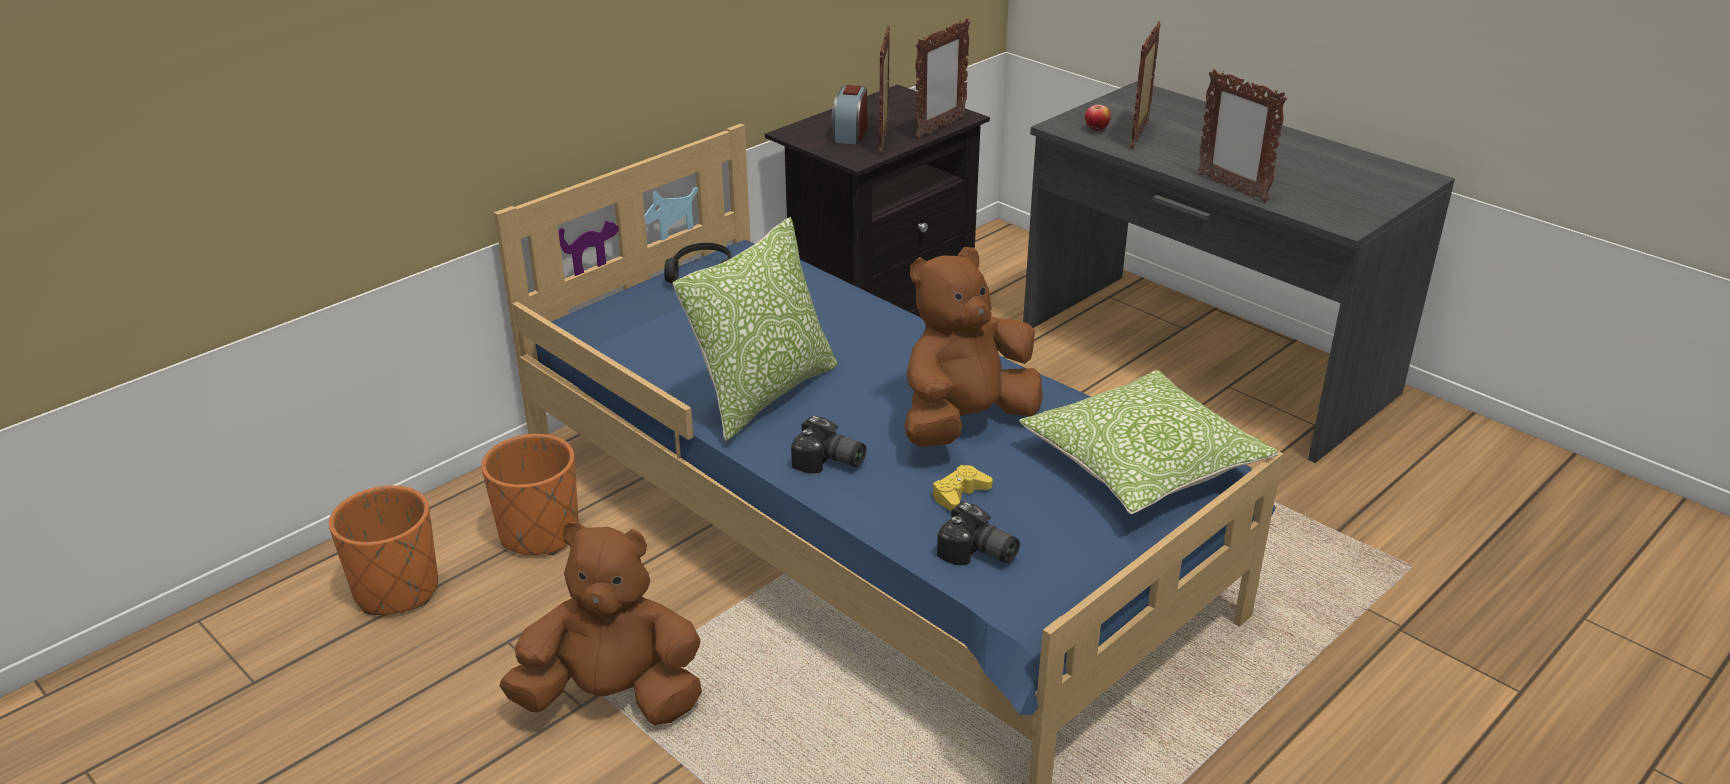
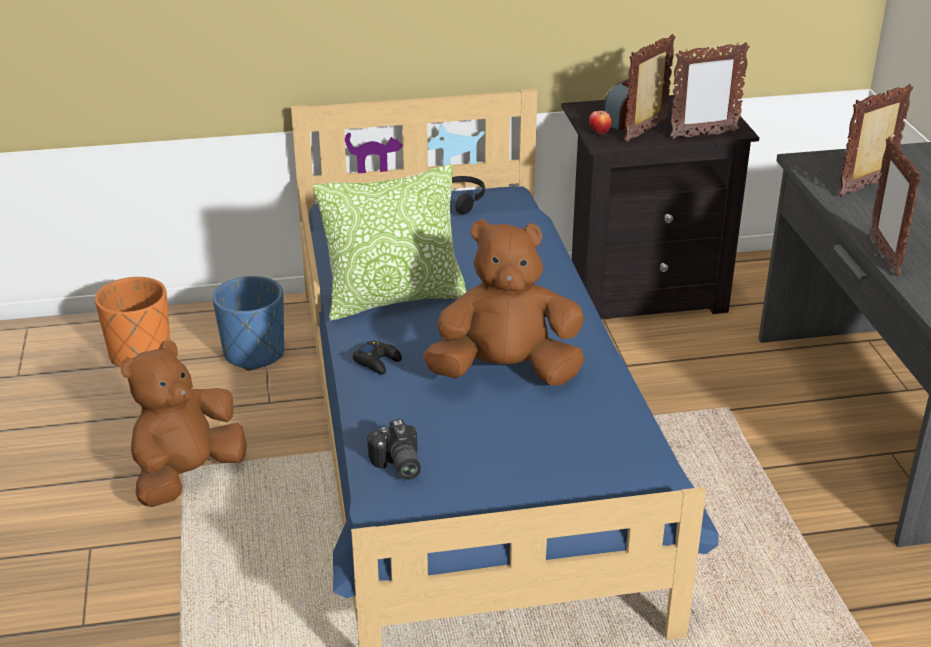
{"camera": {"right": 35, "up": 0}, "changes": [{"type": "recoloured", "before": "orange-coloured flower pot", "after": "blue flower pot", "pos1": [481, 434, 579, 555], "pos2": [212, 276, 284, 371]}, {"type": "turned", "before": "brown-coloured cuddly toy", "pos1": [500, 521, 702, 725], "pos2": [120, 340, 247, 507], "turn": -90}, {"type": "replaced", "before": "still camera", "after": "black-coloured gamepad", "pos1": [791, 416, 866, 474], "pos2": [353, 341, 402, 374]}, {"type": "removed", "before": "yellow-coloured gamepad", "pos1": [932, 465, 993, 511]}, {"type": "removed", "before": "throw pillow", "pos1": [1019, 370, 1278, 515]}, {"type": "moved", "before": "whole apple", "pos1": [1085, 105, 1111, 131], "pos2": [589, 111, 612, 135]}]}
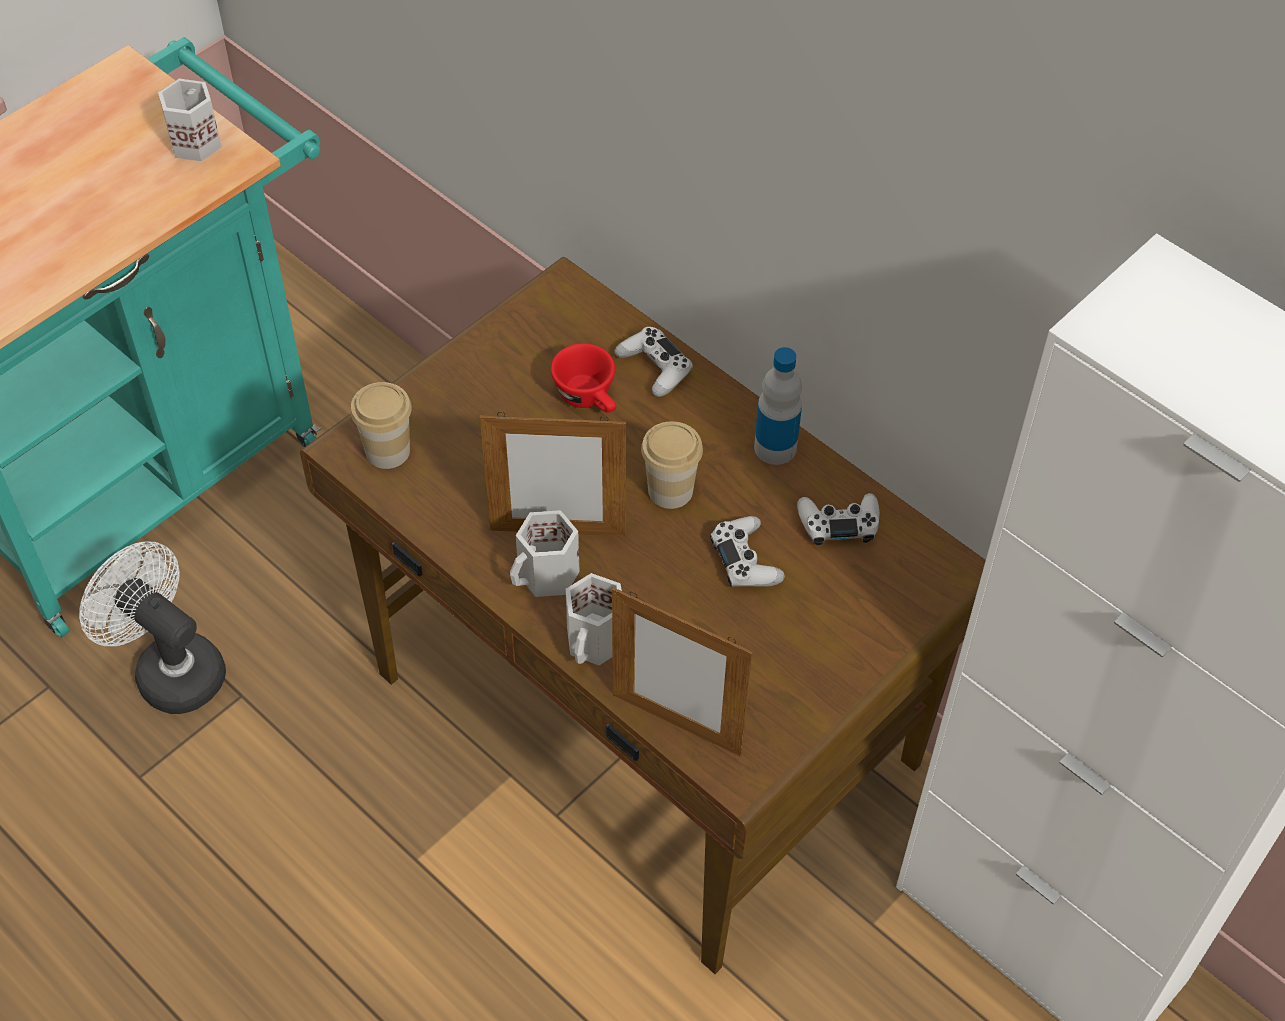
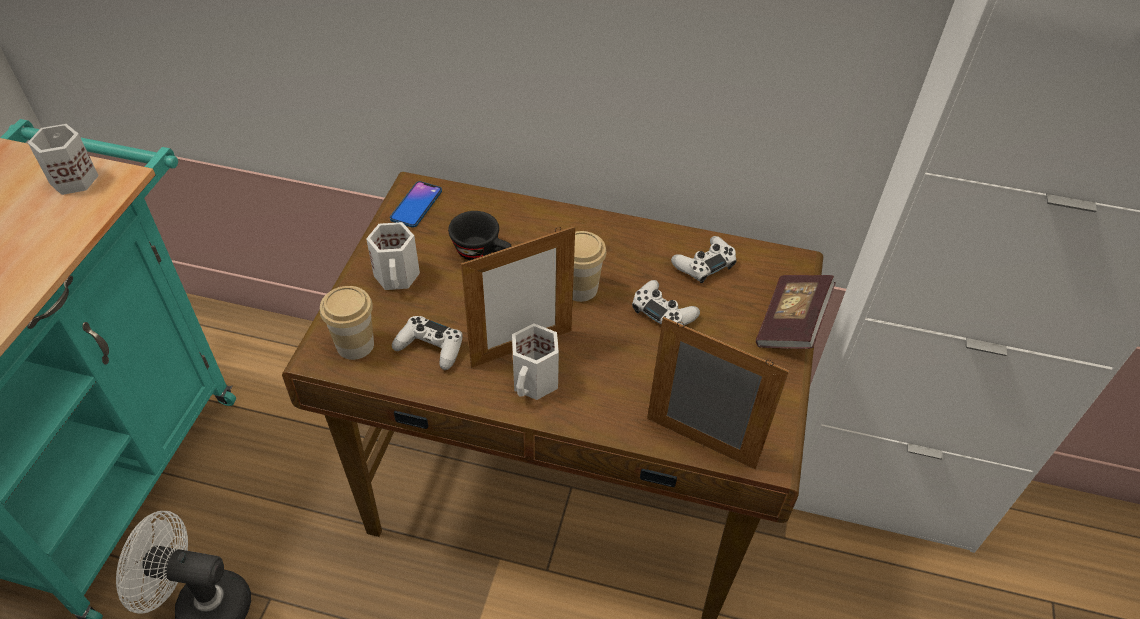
{"camera": {"right": -30, "up": -5}, "changes": [{"type": "recoloured", "before": "reddish small cup", "after": "black-coloured small cup", "pos1": [551, 343, 616, 413], "pos2": [448, 211, 512, 260]}, {"type": "moved", "before": "whitish mug", "pos1": [565, 573, 622, 665], "pos2": [366, 222, 420, 290]}, {"type": "turned", "before": "photo frame", "pos1": [612, 587, 753, 757], "pos2": [647, 317, 789, 470], "turn": -150}, {"type": "moved", "before": "whitish gamepad", "pos1": [615, 327, 693, 397], "pos2": [392, 316, 463, 370]}, {"type": "removed", "before": "beverage bottle", "pos1": [754, 347, 802, 465]}, {"type": "added", "after": "handset", "pos2": [390, 181, 442, 228]}, {"type": "added", "after": "volume", "pos2": [756, 275, 836, 349]}]}
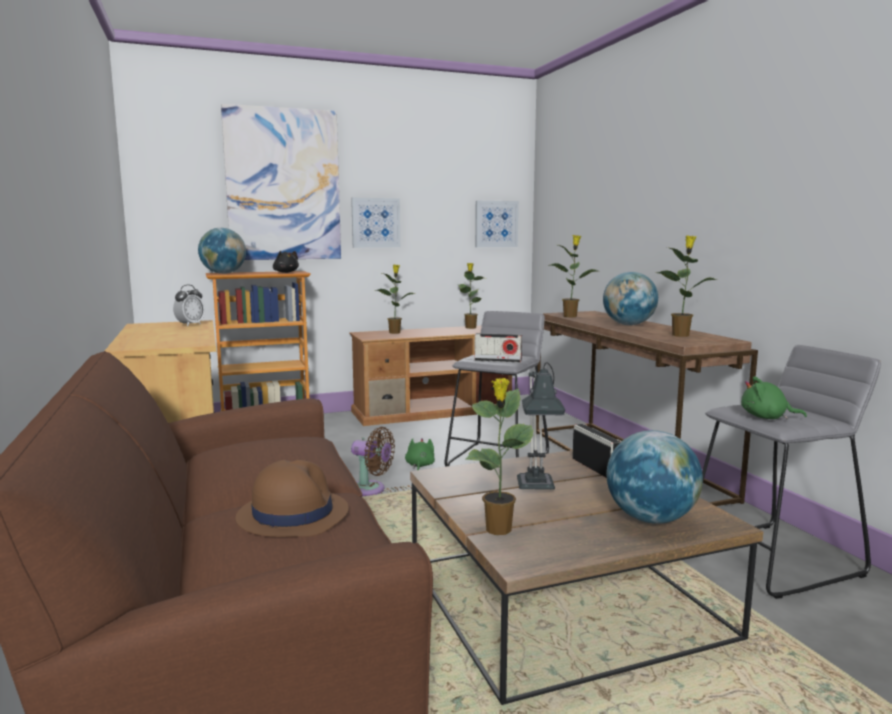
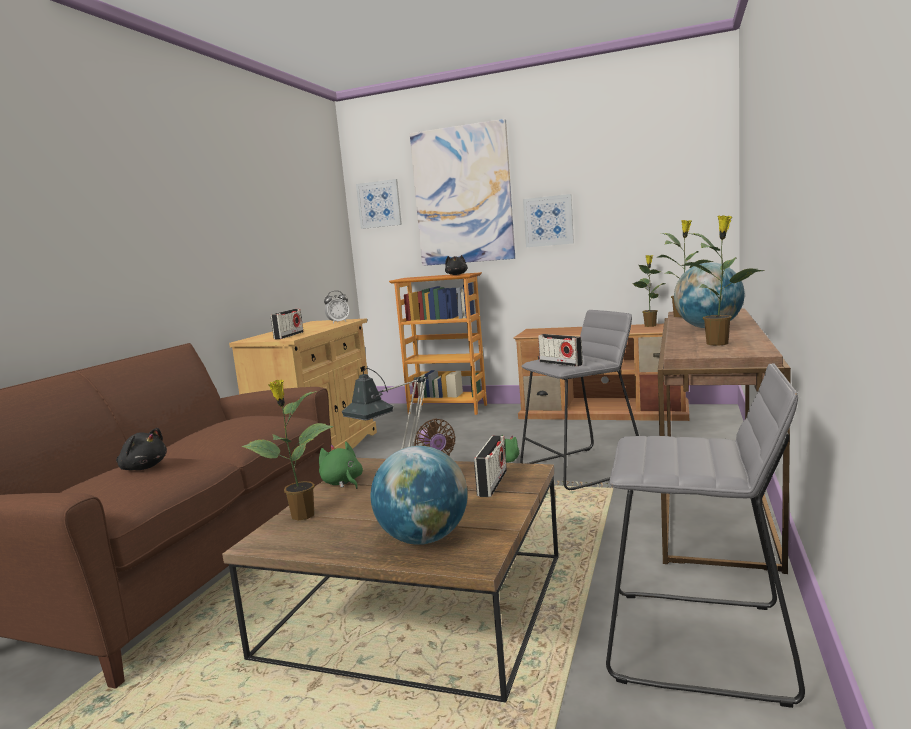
{"camera": {"right": 40, "up": 0}, "changes": [{"type": "removed", "before": "desk globe", "pos1": [198, 228, 246, 274]}, {"type": "replaced", "before": "brown-coloured clothing hat", "after": "black-coloured cuddly toy", "pos1": [236, 460, 349, 537], "pos2": [116, 428, 167, 470]}, {"type": "removed", "before": "potted plant", "pos1": [374, 265, 414, 334]}, {"type": "moved", "before": "wall picture", "pos1": [475, 201, 519, 247], "pos2": [356, 179, 402, 229]}, {"type": "moved", "before": "greenish cuddly toy", "pos1": [741, 377, 807, 420], "pos2": [319, 442, 363, 489]}, {"type": "added", "after": "radio receiver", "pos2": [271, 309, 303, 339]}]}
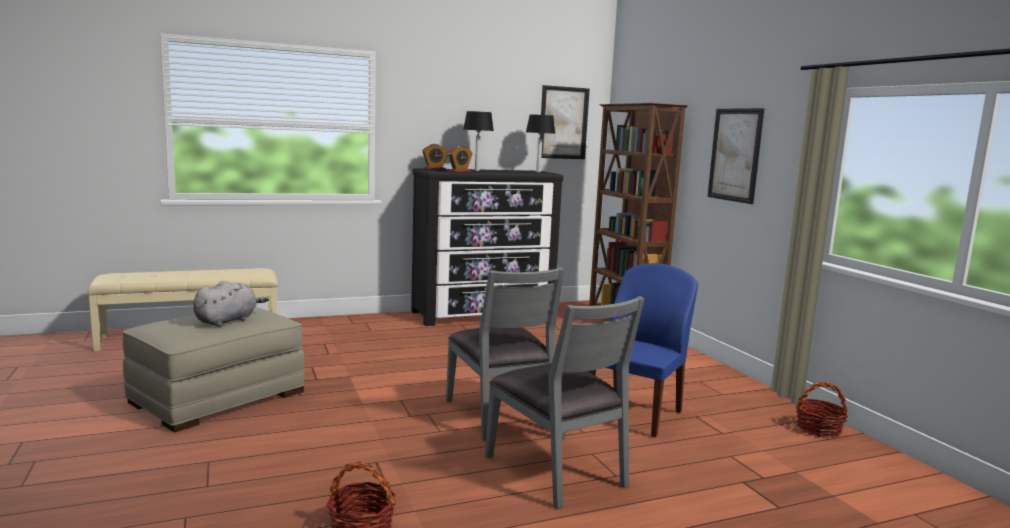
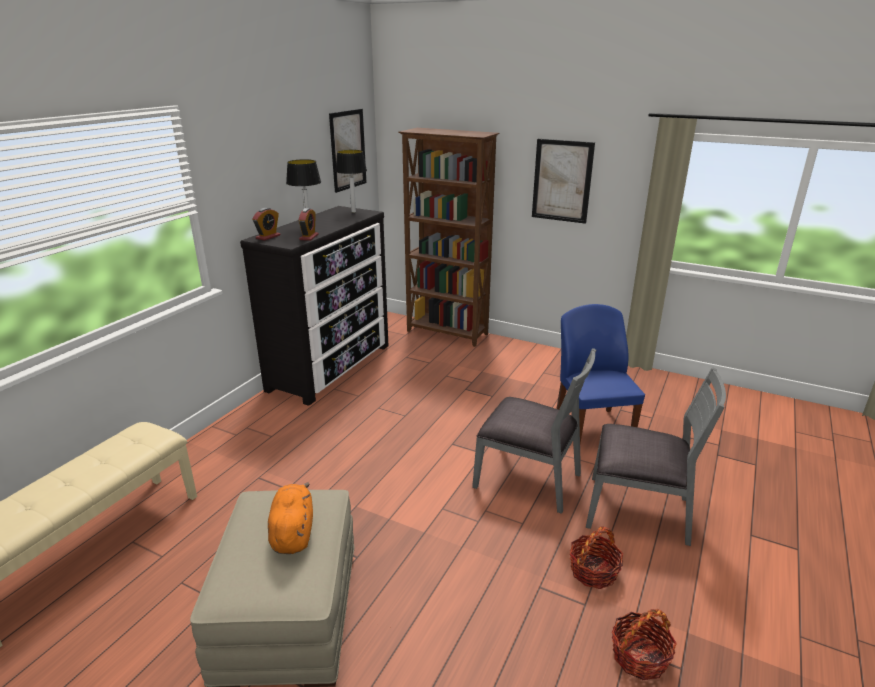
{"camera": {"right": -40, "up": 15}, "changes": [{"type": "recoloured", "before": "greyish cuddly toy", "after": "orange-coloured cuddly toy", "pos1": [193, 281, 269, 327], "pos2": [268, 483, 313, 554]}, {"type": "moved", "before": "storage basket", "pos1": [796, 381, 848, 438], "pos2": [570, 526, 623, 589]}]}
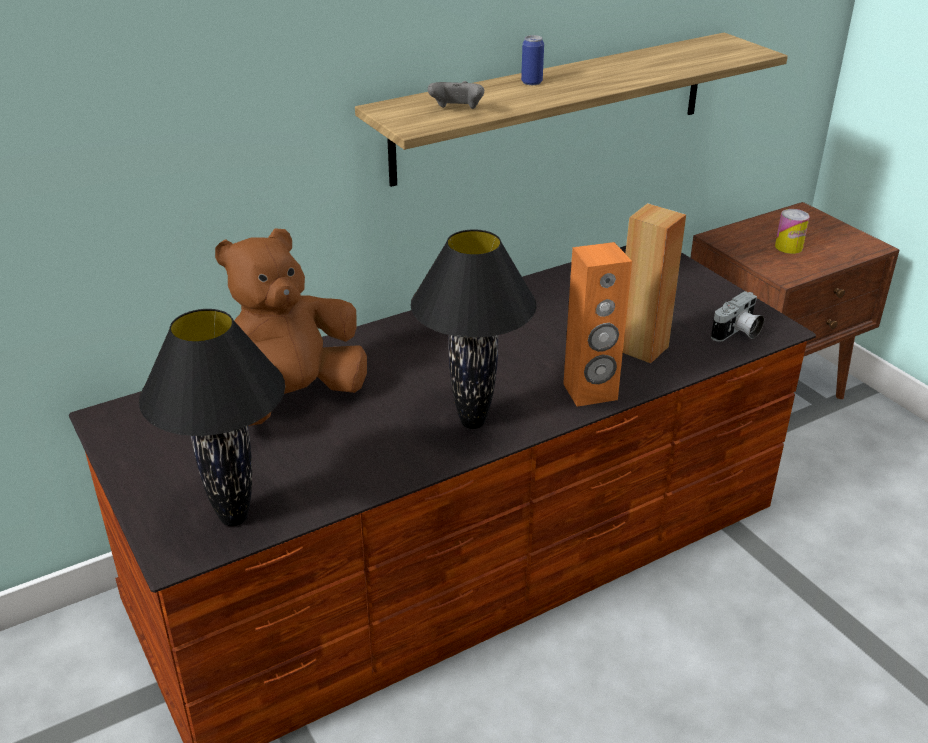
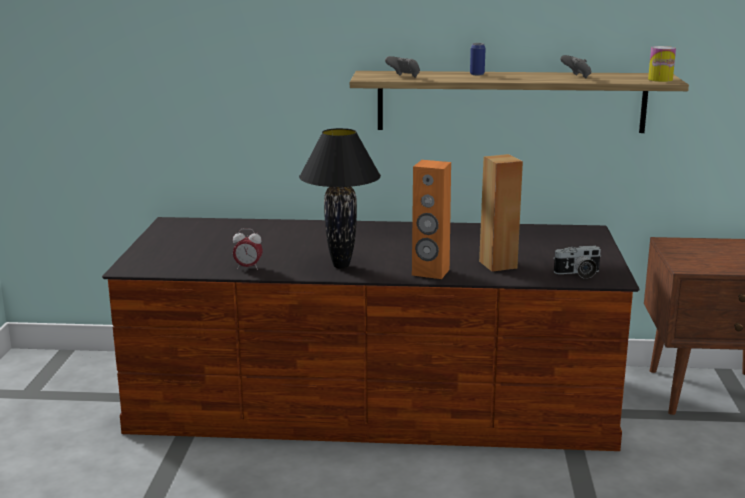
{"camera": {"right": 35, "up": -15}, "changes": [{"type": "removed", "before": "black-coloured table lamp", "pos1": [139, 309, 285, 526]}, {"type": "removed", "before": "brown-coloured cuddly toy", "pos1": [215, 229, 367, 426]}, {"type": "moved", "before": "sealed can", "pos1": [775, 209, 810, 254], "pos2": [648, 46, 676, 82]}, {"type": "added", "after": "alarm clock", "pos2": [233, 229, 263, 270]}, {"type": "added", "after": "greyish gamepad", "pos2": [560, 55, 592, 78]}]}
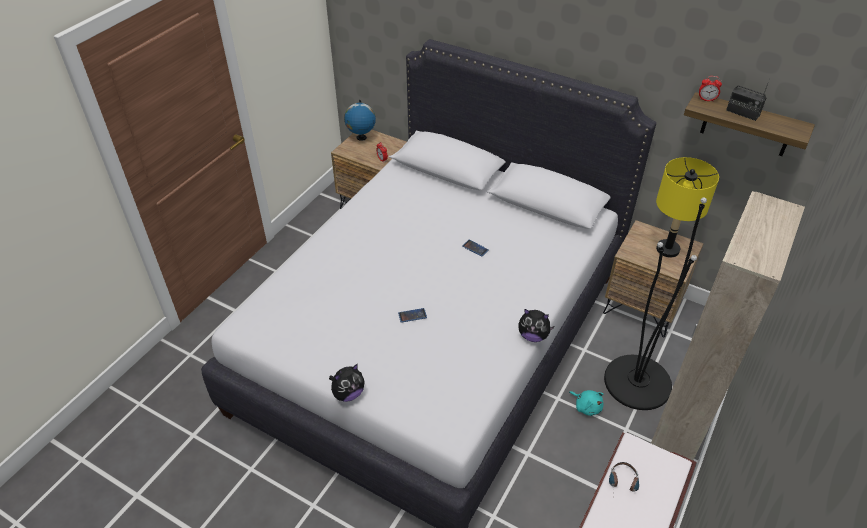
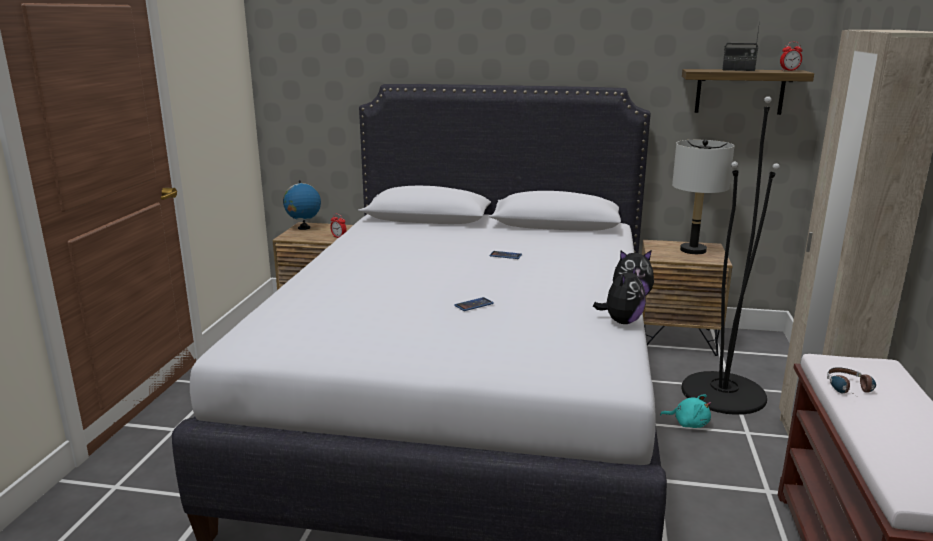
{"camera": {"right": -20, "up": -25}, "changes": [{"type": "moved", "before": "cuddly toy", "pos1": [329, 364, 365, 402], "pos2": [593, 266, 646, 324]}, {"type": "recoloured", "before": "yellow-coloured table lamp", "after": "greyish table lamp", "pos1": [656, 157, 719, 258], "pos2": [672, 140, 734, 254]}, {"type": "moved", "before": "alarm clock", "pos1": [699, 76, 722, 102], "pos2": [780, 42, 802, 71]}]}
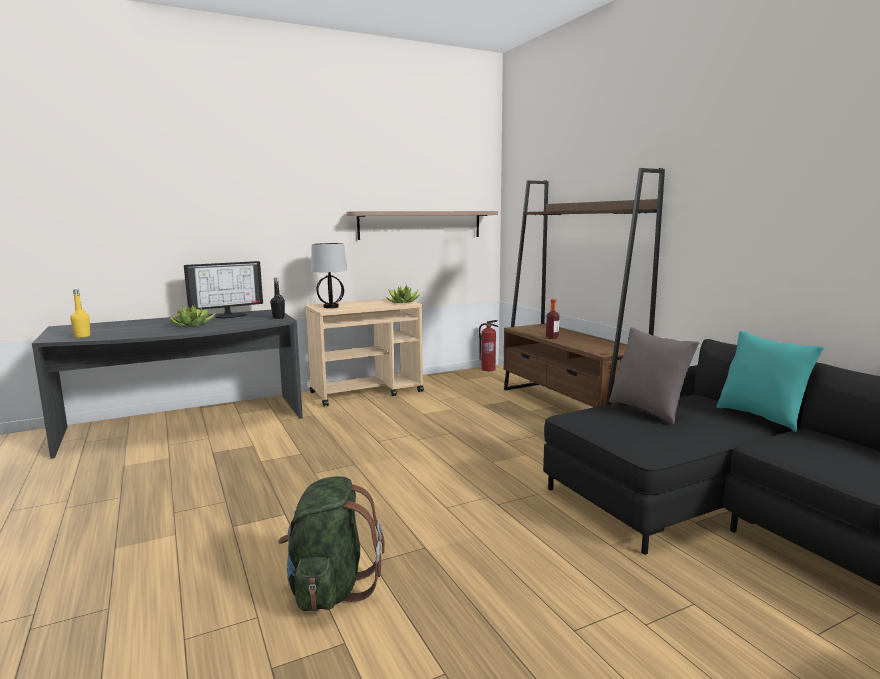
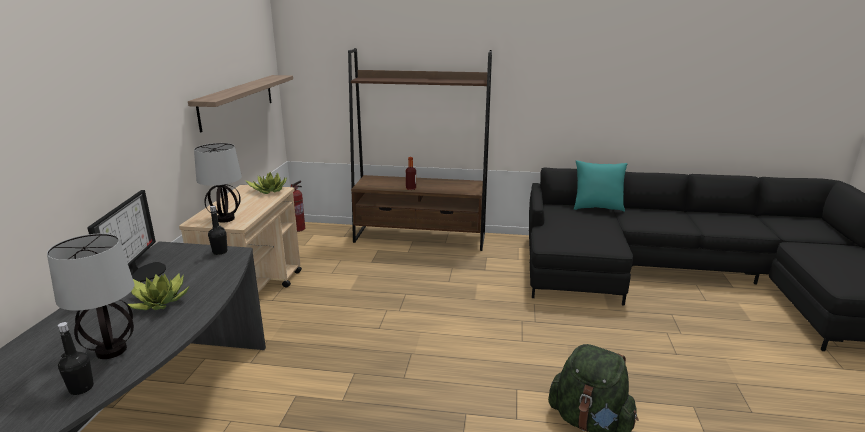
{"camera": {"right": -55, "up": 10}, "changes": [{"type": "recoloured", "before": "yellow-coloured beverage bottle", "after": "black-coloured beverage bottle", "pos1": [70, 289, 90, 338], "pos2": [57, 322, 94, 395]}, {"type": "removed", "before": "greyish throw pillow", "pos1": [609, 327, 699, 425]}, {"type": "added", "after": "table lamp", "pos2": [47, 233, 135, 359]}]}
